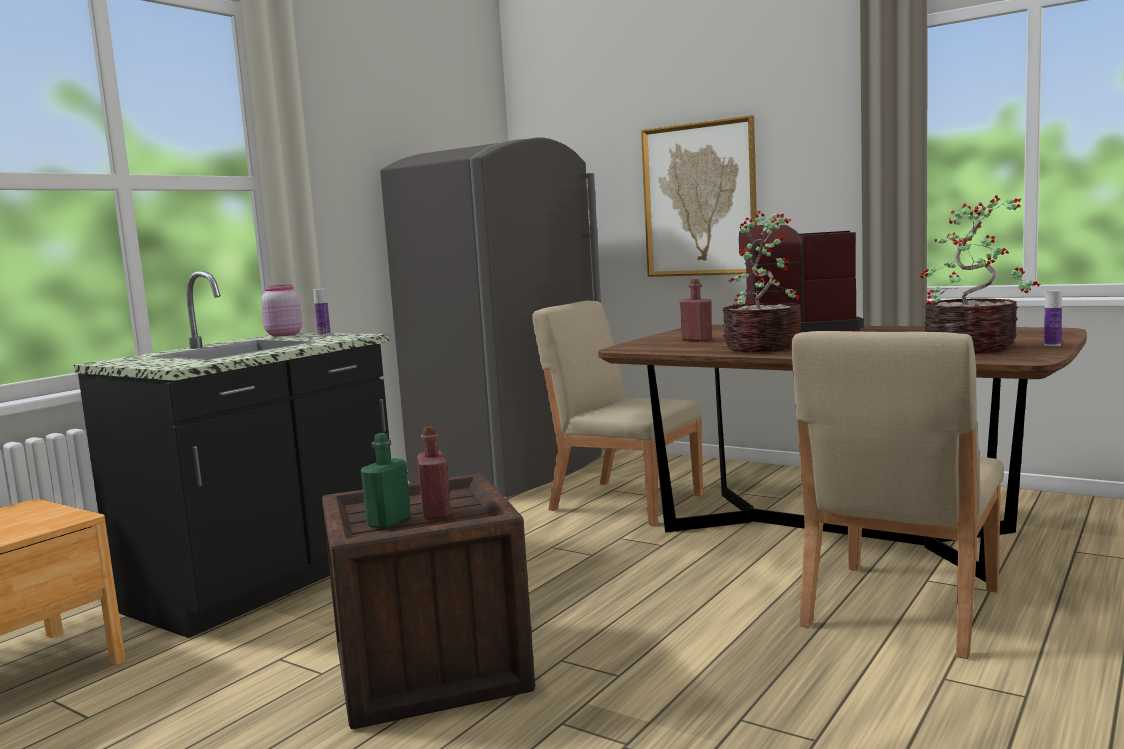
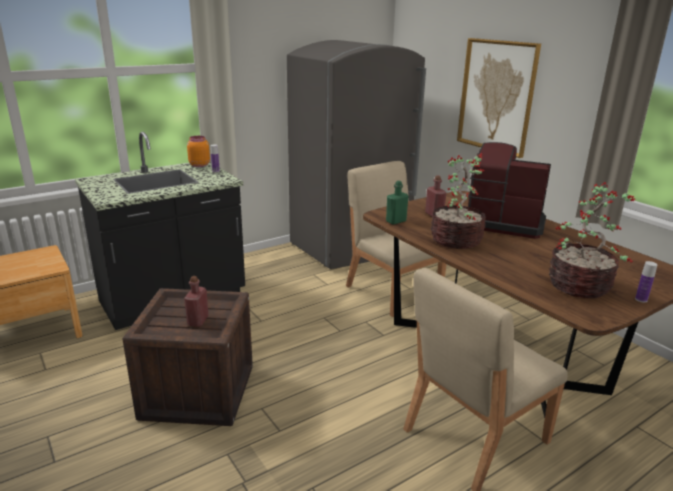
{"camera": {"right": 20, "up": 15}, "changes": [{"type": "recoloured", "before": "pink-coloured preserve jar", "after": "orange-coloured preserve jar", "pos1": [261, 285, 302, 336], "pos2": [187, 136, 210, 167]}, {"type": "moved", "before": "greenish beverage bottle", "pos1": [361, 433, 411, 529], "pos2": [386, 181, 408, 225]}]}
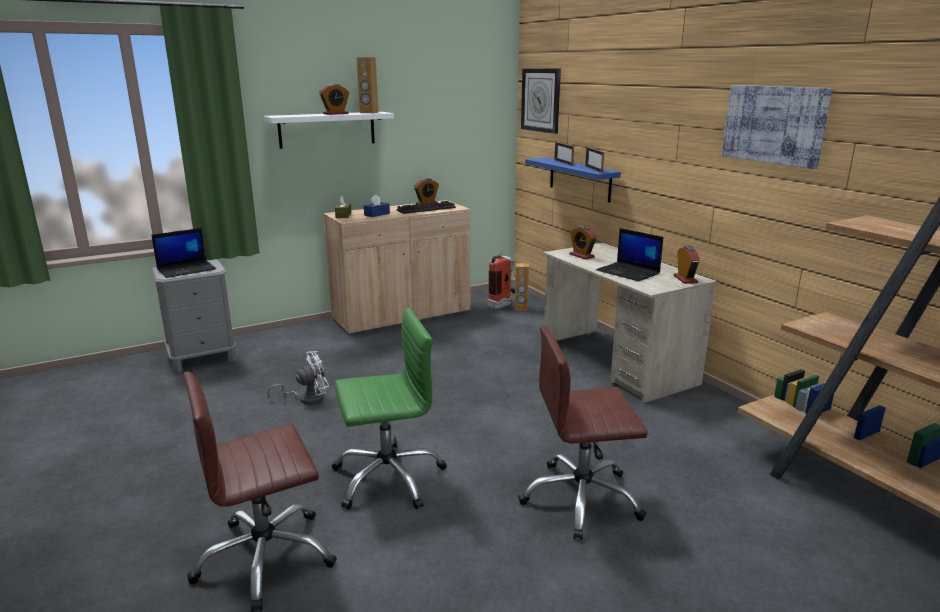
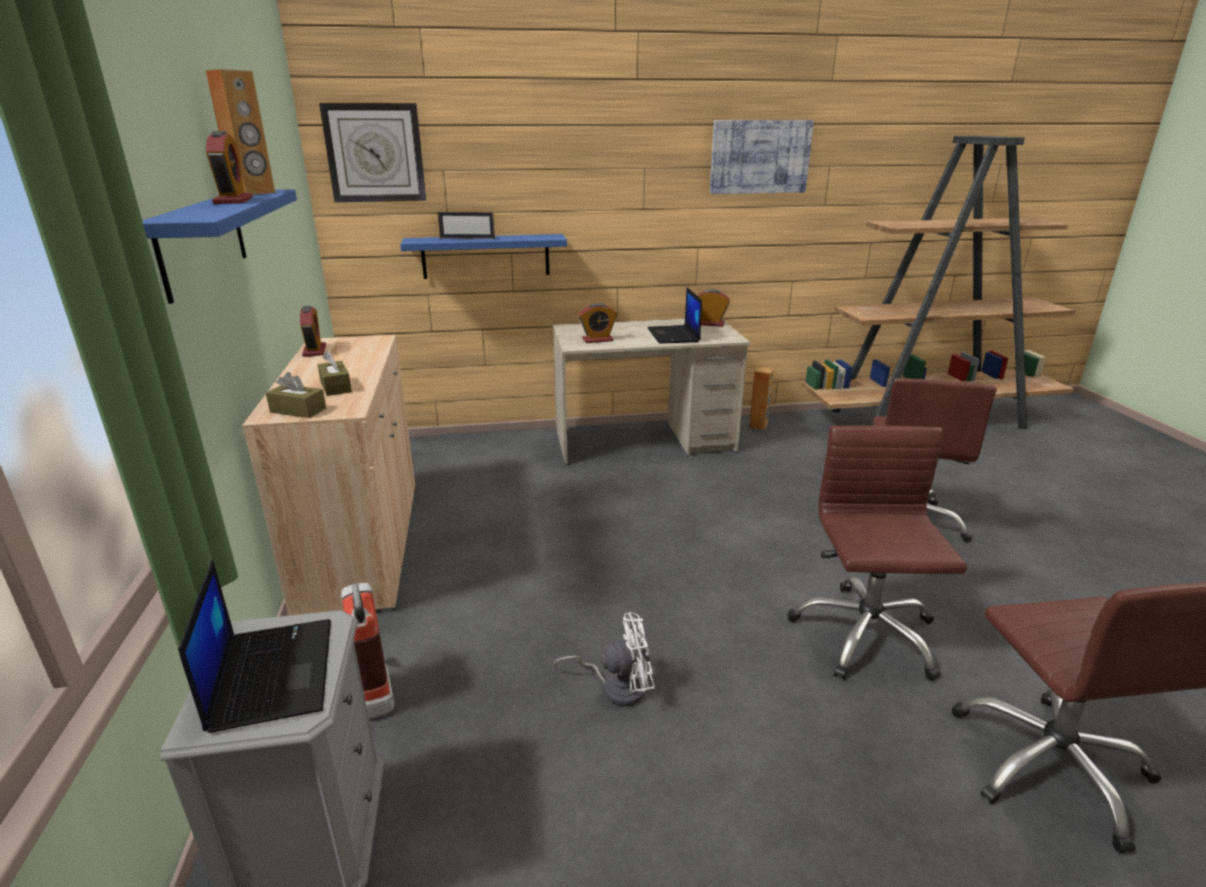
{"camera": {"right": -70, "up": 5}, "changes": [{"type": "recoloured", "before": "whitish wall shelf", "after": "blue wall shelf", "pos1": [264, 112, 394, 149], "pos2": [142, 189, 297, 304]}, {"type": "turned", "before": "whitish electric fan", "pos1": [267, 351, 329, 405], "pos2": [554, 613, 655, 706], "turn": 90}, {"type": "recoloured", "before": "greenish office chair", "after": "brown-coloured office chair", "pos1": [332, 308, 447, 510], "pos2": [788, 426, 967, 681]}, {"type": "recoloured", "before": "blue box of tissues", "after": "brown-coloured box of tissues", "pos1": [364, 195, 390, 217], "pos2": [318, 351, 352, 396]}, {"type": "removed", "before": "PC keyboard", "pos1": [397, 201, 456, 214]}, {"type": "moved", "before": "fire-fighting cylinder", "pos1": [487, 252, 515, 310], "pos2": [341, 583, 394, 719]}, {"type": "moved", "before": "brown-coloured audio speaker", "pos1": [515, 263, 529, 311], "pos2": [749, 367, 774, 430]}, {"type": "removed", "before": "photo frame", "pos1": [585, 147, 604, 173]}, {"type": "turned", "before": "notebook computer", "pos1": [596, 228, 663, 281], "pos2": [647, 287, 702, 344], "turn": 105}]}
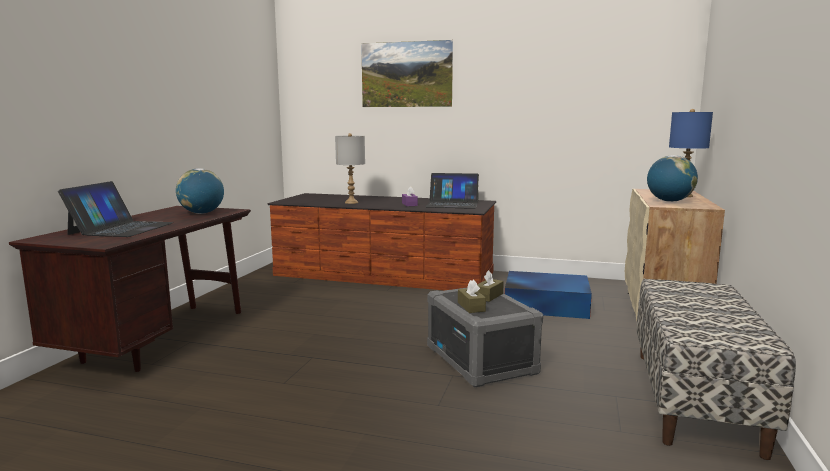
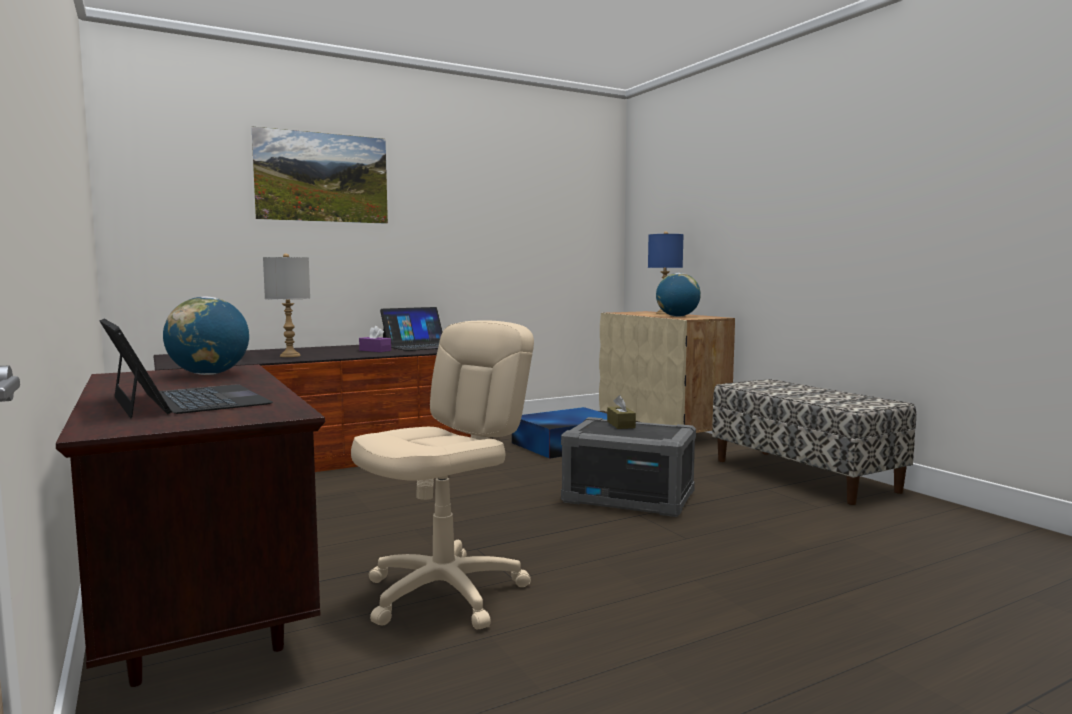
{"camera": {"right": -45, "up": -5}, "changes": [{"type": "removed", "before": "brown-coloured box of tissues", "pos1": [458, 280, 486, 313]}, {"type": "added", "after": "beige office chair", "pos2": [351, 321, 534, 629]}]}
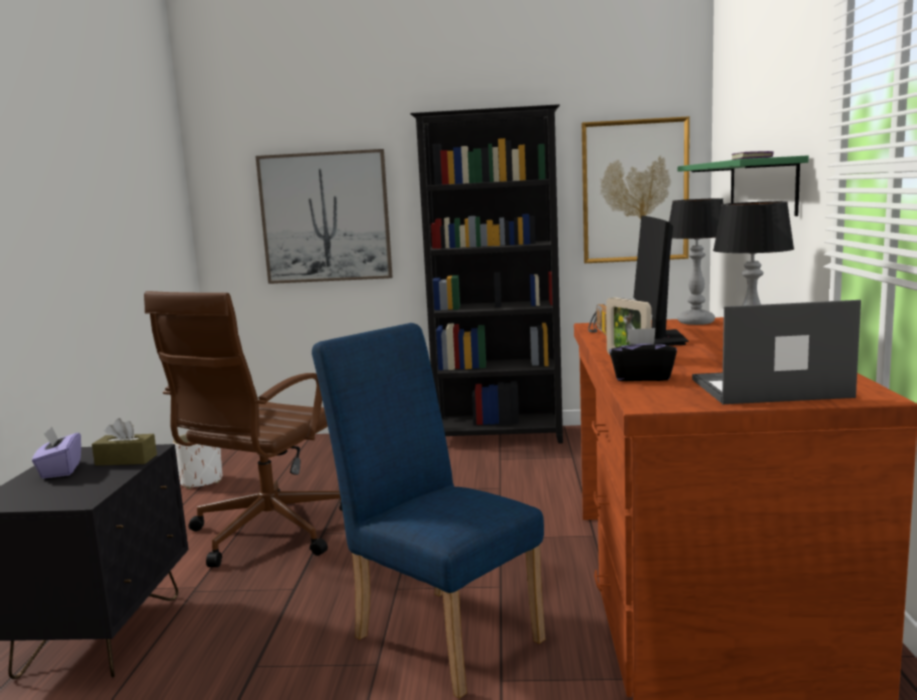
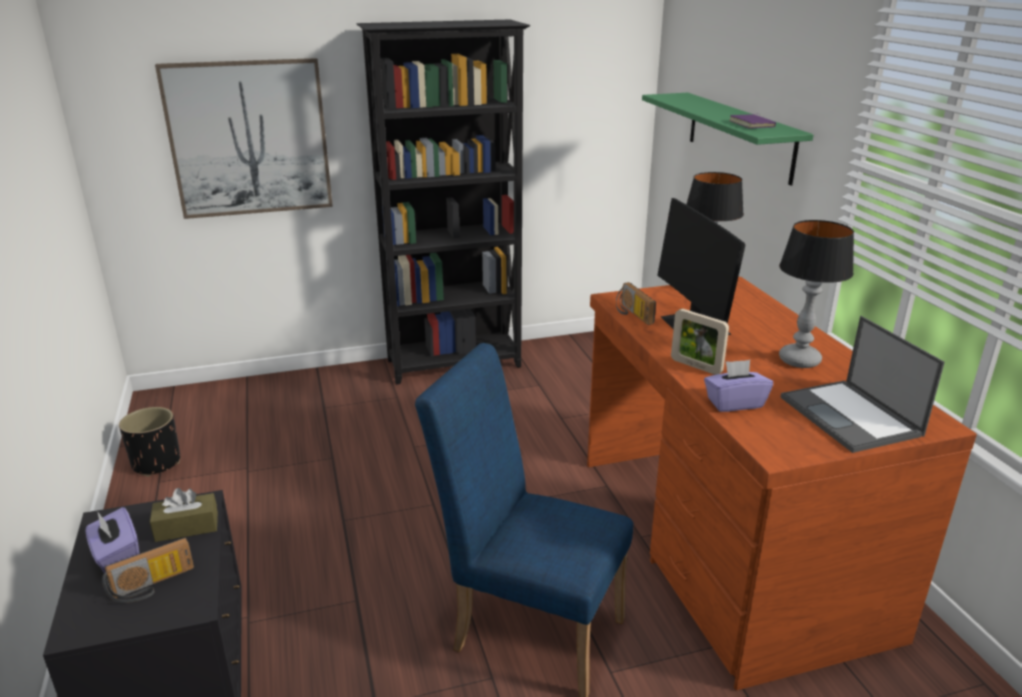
{"camera": {"right": -20, "up": 15}, "changes": [{"type": "removed", "before": "brown-coloured office chair", "pos1": [144, 291, 343, 567]}, {"type": "recoloured", "before": "whitish flower pot", "after": "black-coloured flower pot", "pos1": [173, 434, 222, 489], "pos2": [119, 407, 180, 476]}, {"type": "removed", "before": "wall picture", "pos1": [582, 116, 690, 263]}, {"type": "recoloured", "before": "black-coloured box of tissues", "after": "purple-coloured box of tissues", "pos1": [609, 328, 677, 381], "pos2": [704, 360, 773, 412]}, {"type": "turned", "before": "notebook computer", "pos1": [692, 300, 861, 404], "pos2": [780, 316, 945, 453], "turn": -90}, {"type": "added", "after": "radio receiver", "pos2": [102, 538, 194, 603]}]}
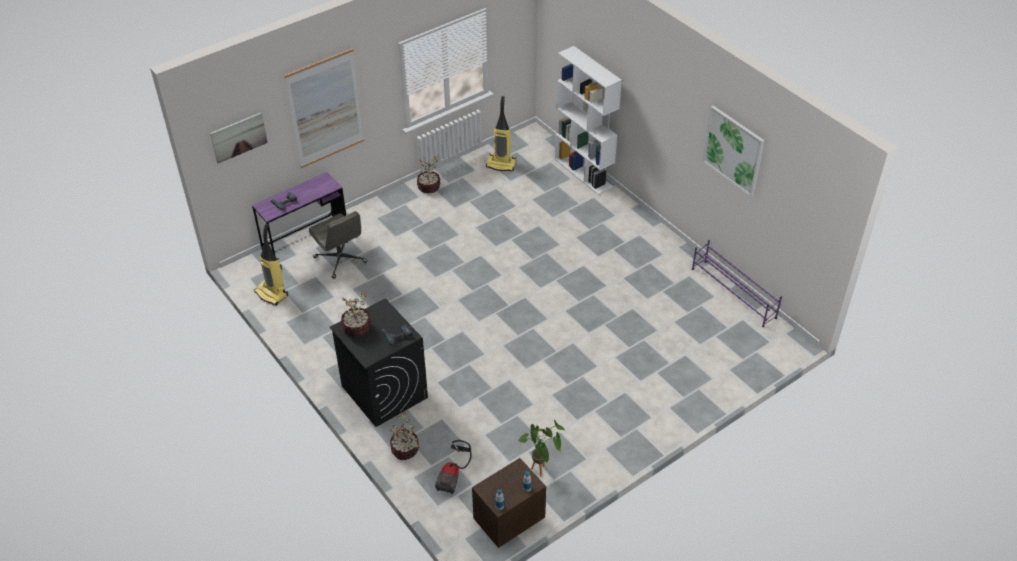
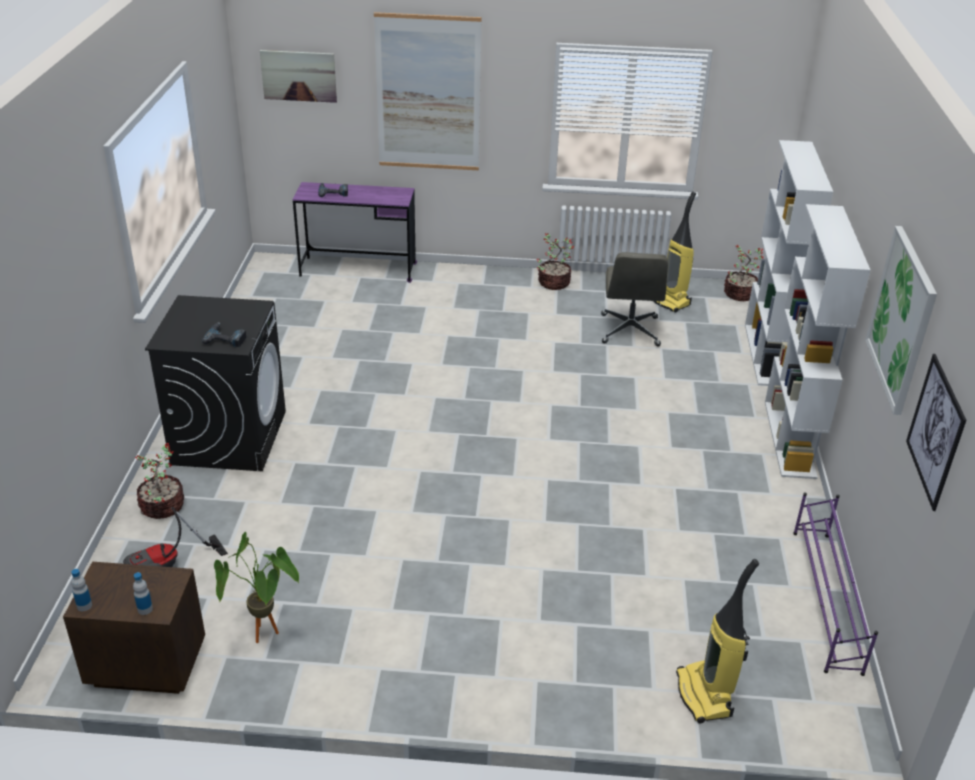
{"camera": {"right": 40, "up": -10}, "changes": [{"type": "moved", "before": "vacuum", "pos1": [254, 224, 288, 306], "pos2": [676, 559, 759, 723]}, {"type": "moved", "before": "greyish office chair", "pos1": [309, 211, 367, 279], "pos2": [601, 252, 668, 346]}, {"type": "moved", "before": "potted plant", "pos1": [341, 291, 371, 337], "pos2": [724, 244, 764, 301]}, {"type": "added", "after": "whitish shelving unit", "pos2": [765, 204, 870, 479]}, {"type": "added", "after": "wall picture", "pos2": [906, 354, 966, 511]}]}
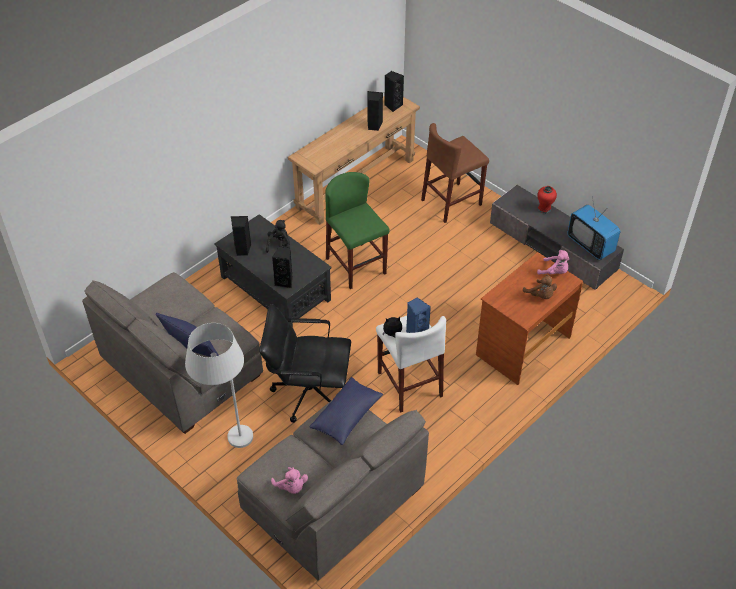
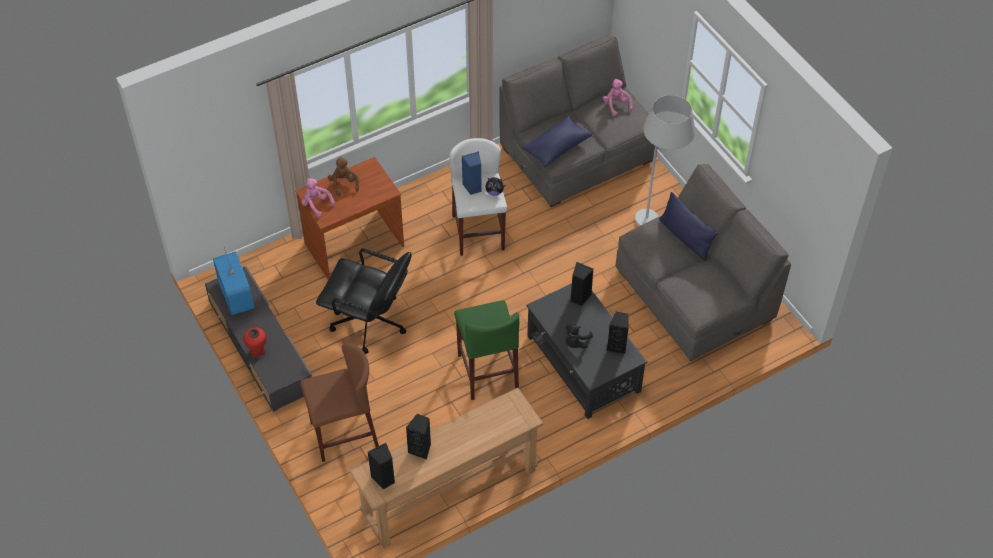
{"camera": {"right": -165, "up": 5}, "changes": [{"type": "moved", "before": "black-coloured office chair", "pos1": [259, 304, 351, 423], "pos2": [316, 248, 412, 354]}]}
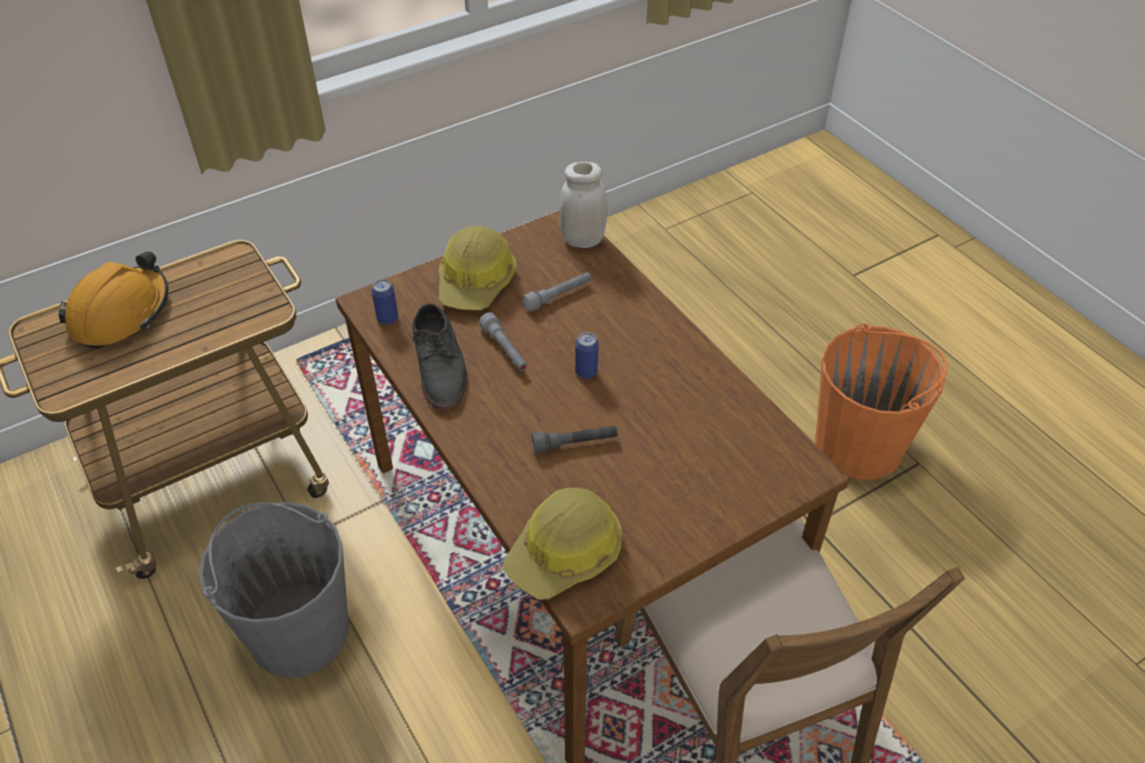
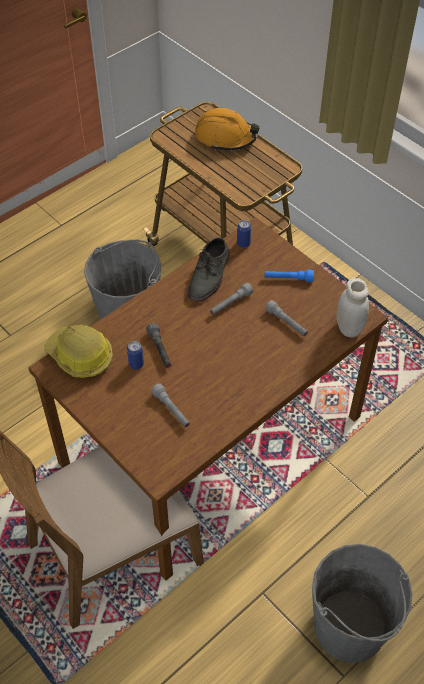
{"camera": {"right": 80, "up": 5}, "changes": [{"type": "turned", "before": "greyish shoe", "pos1": [412, 303, 467, 410], "pos2": [188, 238, 229, 302], "turn": -45}, {"type": "replaced", "before": "safety helmet", "after": "blue hand torch", "pos1": [439, 226, 517, 310], "pos2": [264, 269, 314, 282]}, {"type": "moved", "before": "sealed can", "pos1": [575, 332, 599, 379], "pos2": [127, 341, 144, 370]}, {"type": "recoloured", "before": "orange-coloured pail", "after": "greyish pail", "pos1": [815, 324, 947, 480], "pos2": [312, 544, 413, 663]}, {"type": "added", "after": "greyish hand torch", "pos2": [151, 383, 190, 427]}]}
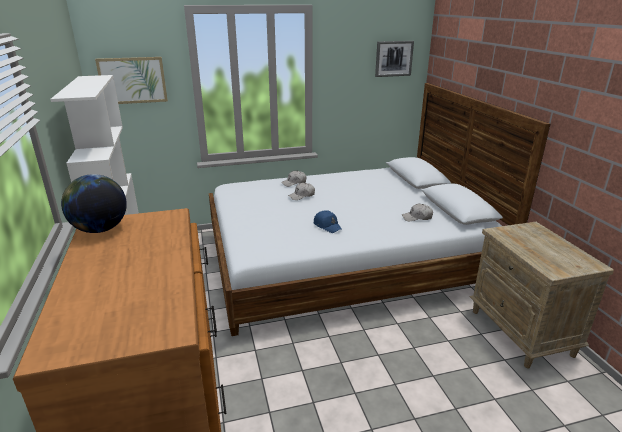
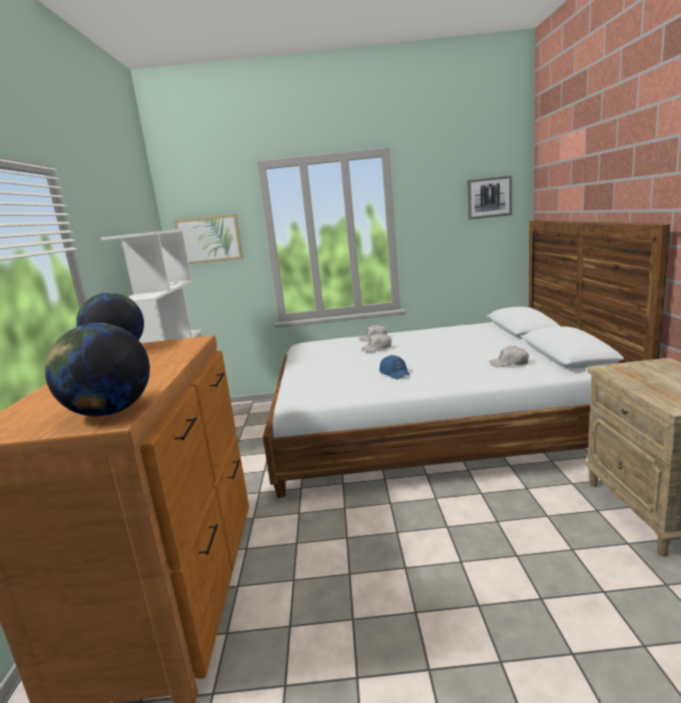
{"camera": {"right": 15, "up": -10}, "changes": [{"type": "added", "after": "desk globe", "pos2": [45, 323, 150, 416]}]}
